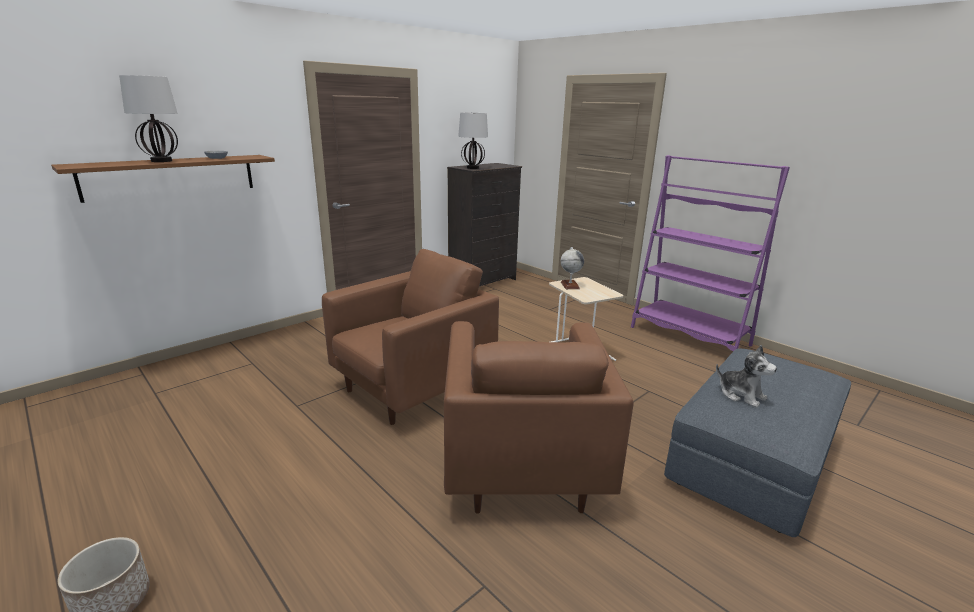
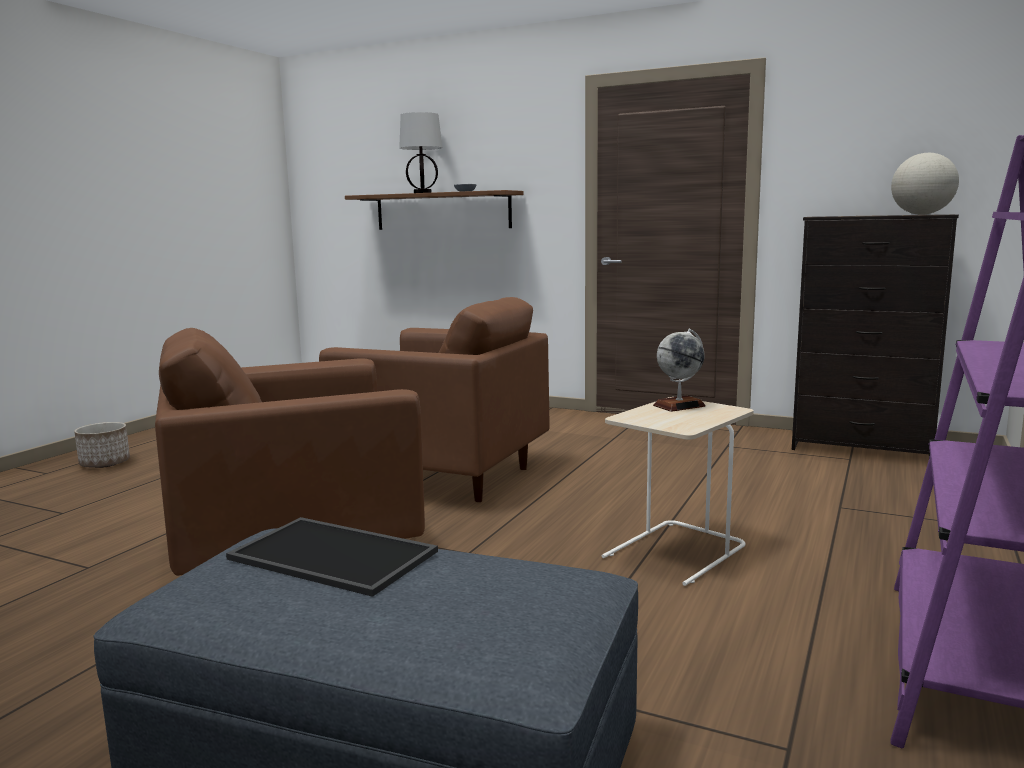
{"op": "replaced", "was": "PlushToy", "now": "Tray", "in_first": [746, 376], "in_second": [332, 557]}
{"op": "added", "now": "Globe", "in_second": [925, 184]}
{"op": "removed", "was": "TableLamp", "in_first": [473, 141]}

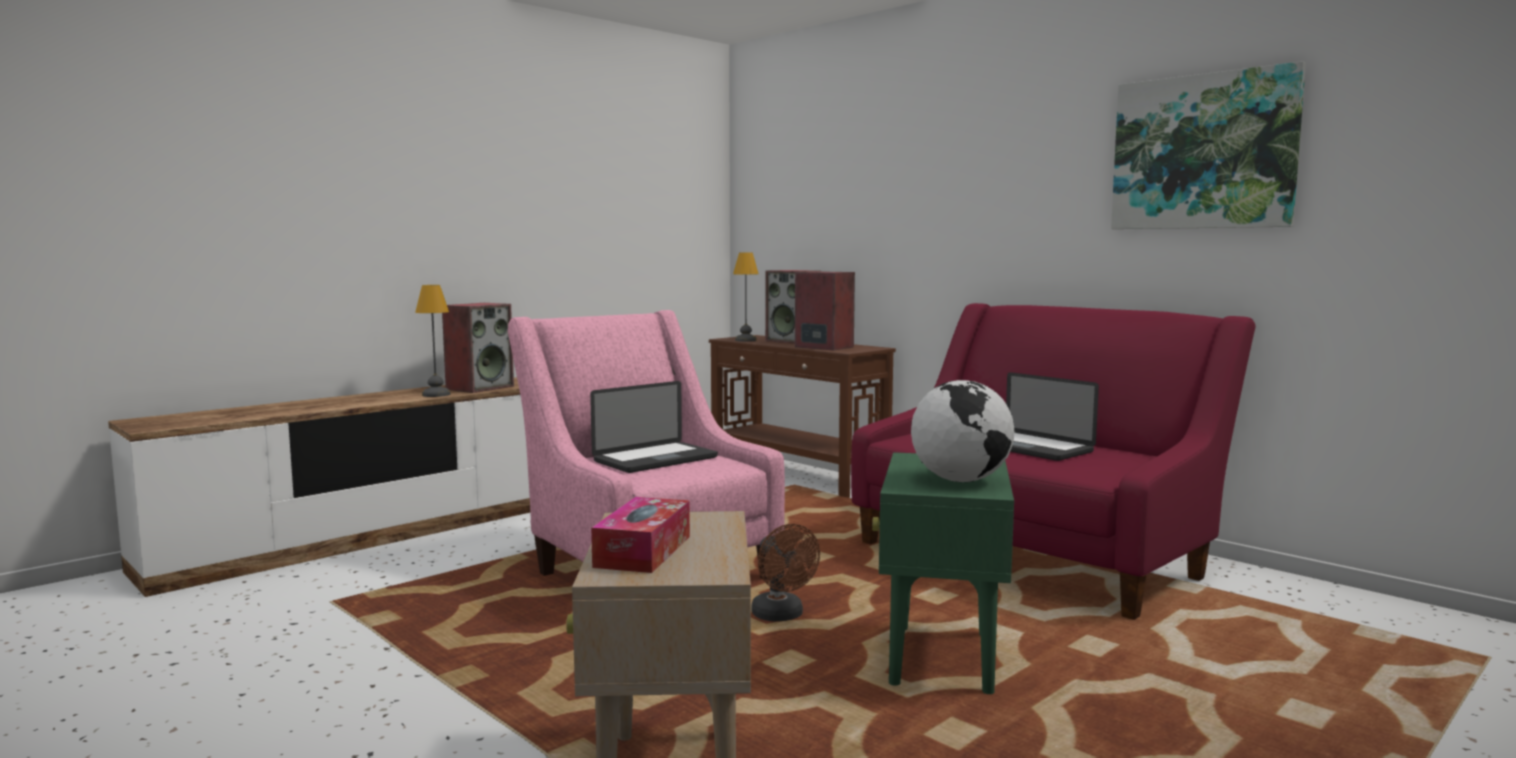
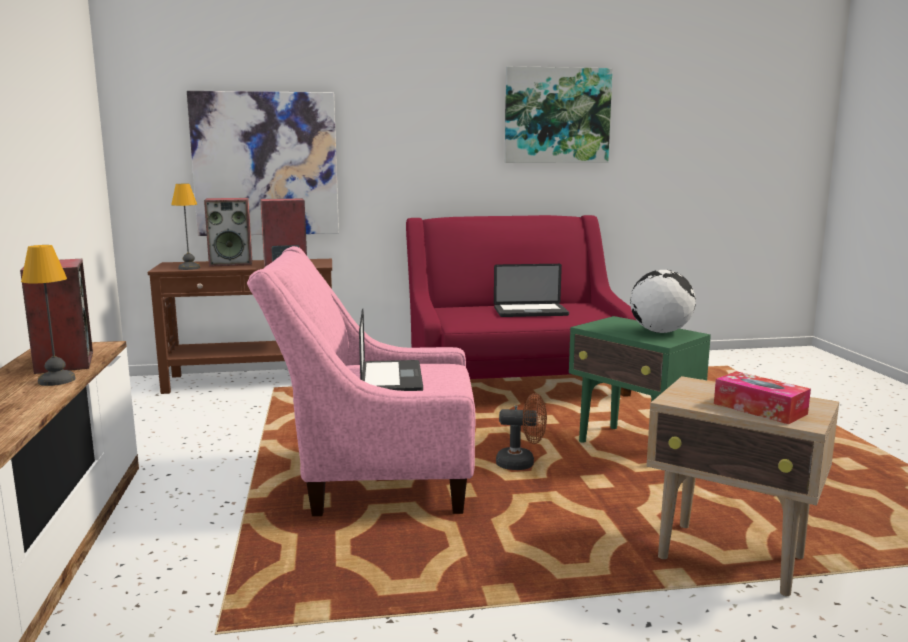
{"op": "added", "now": "Picture", "in_second": [263, 163]}

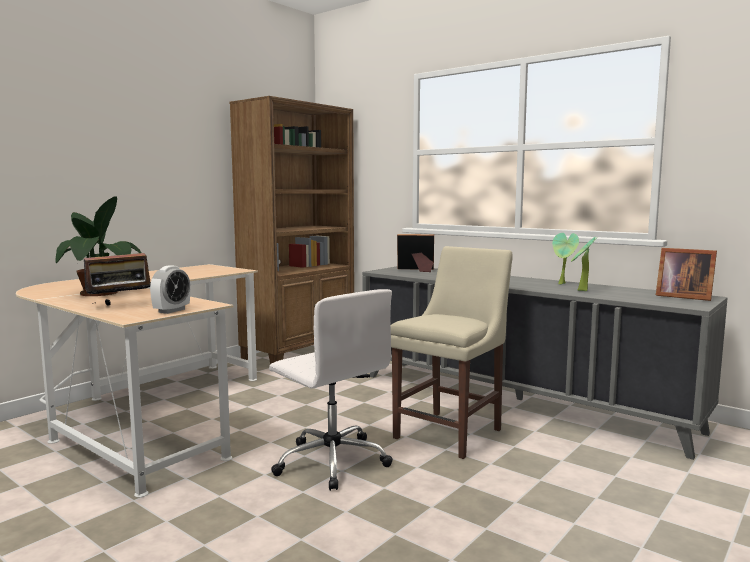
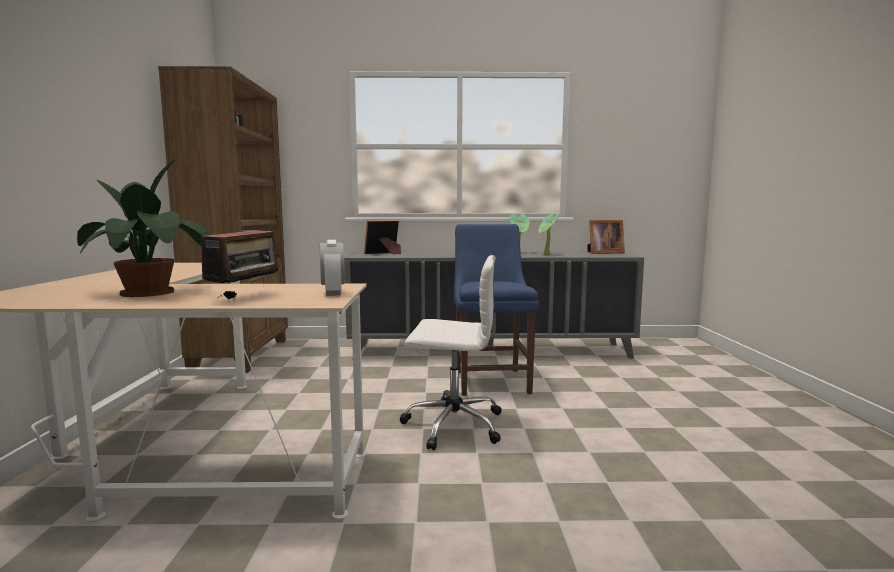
{"op": "recoloured", "was": "BeigeChair", "now": "BlueChair", "in_first": [452, 352], "in_second": [496, 310]}

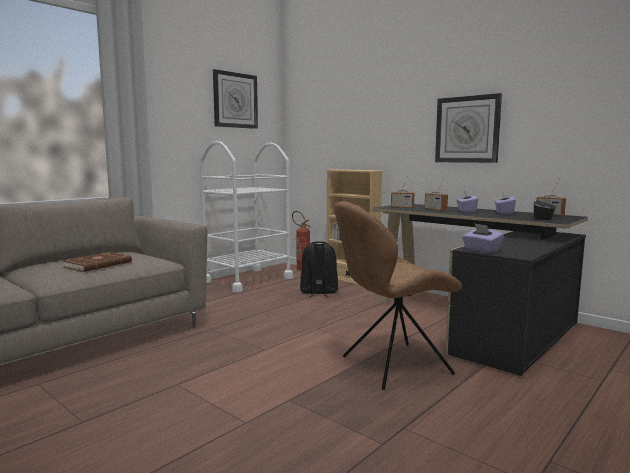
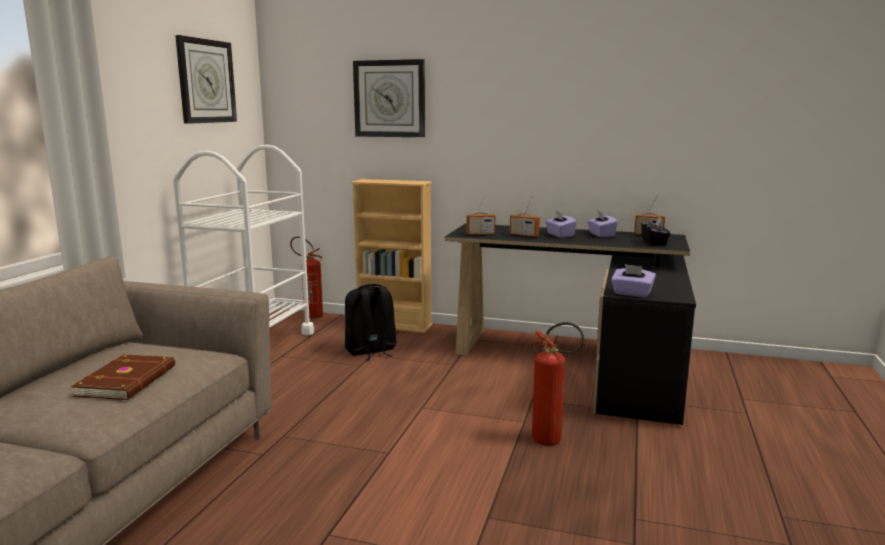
{"op": "moved", "was": "WallClock", "in_first": [468, 128], "in_second": [389, 98]}
{"op": "replaced", "was": "BrownChair", "now": "FireExtinguisher", "in_first": [398, 295], "in_second": [558, 384]}

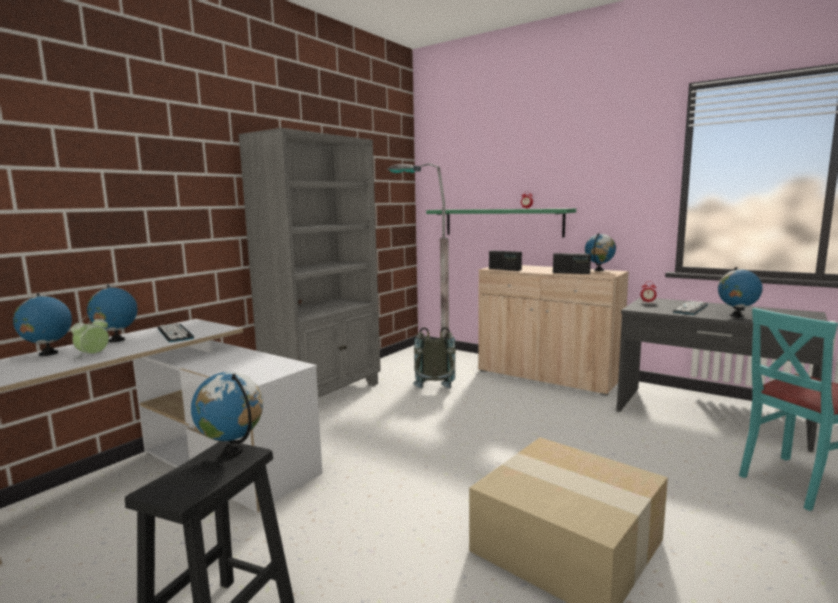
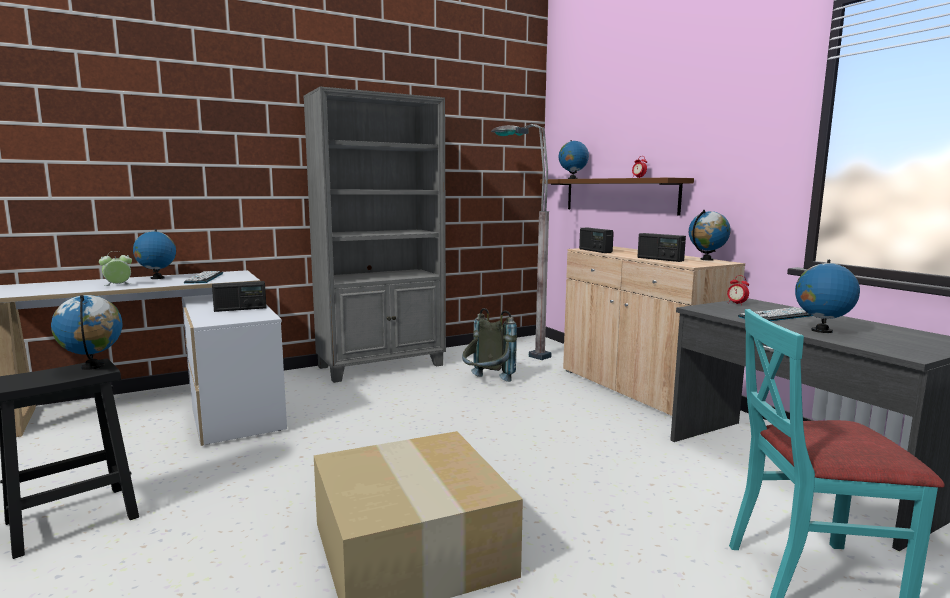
{"op": "added", "now": "Radio", "in_second": [239, 296]}
{"op": "recoloured", "was": "GreenShelf", "now": "BrownShelf", "in_first": [501, 222], "in_second": [617, 197]}
{"op": "moved", "was": "Globe", "in_first": [42, 324], "in_second": [574, 159]}

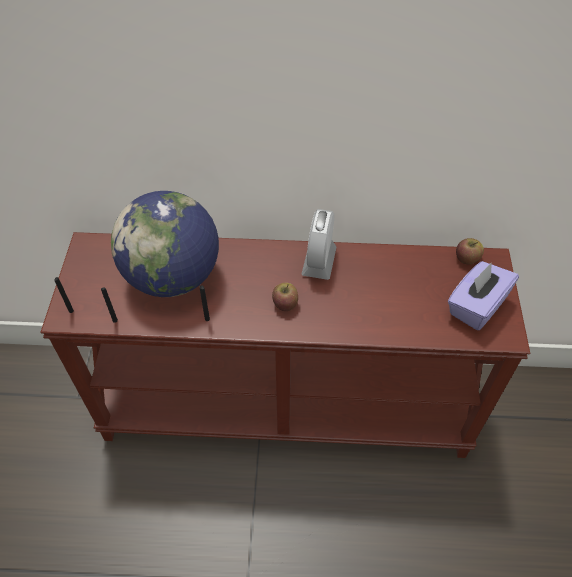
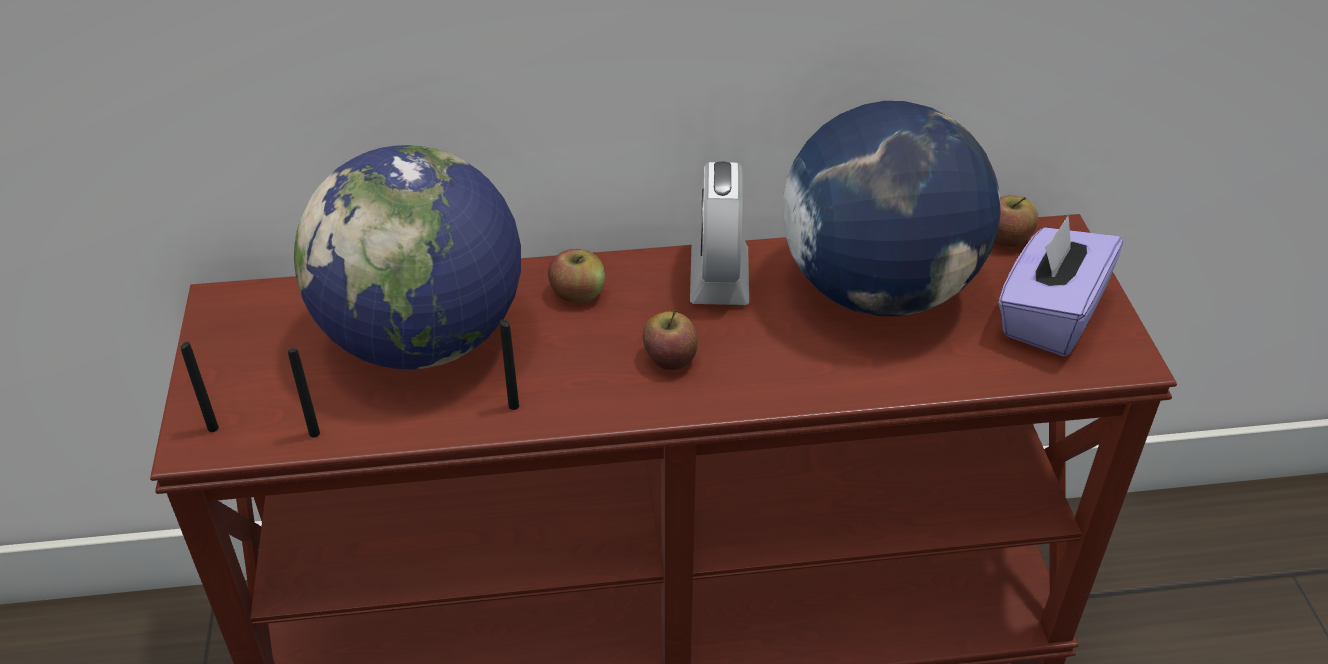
{"op": "added", "now": "Apple", "in_second": [576, 276]}
{"op": "added", "now": "Globe", "in_second": [891, 208]}

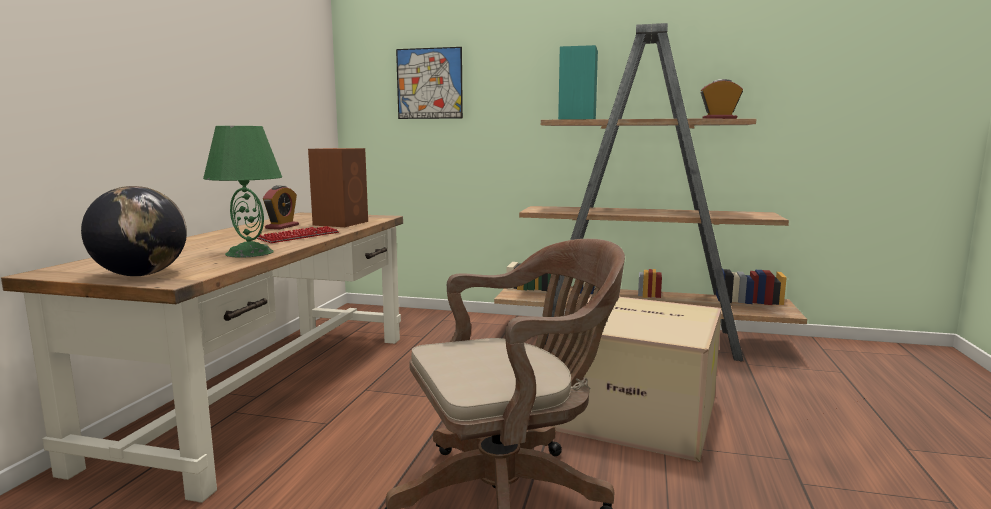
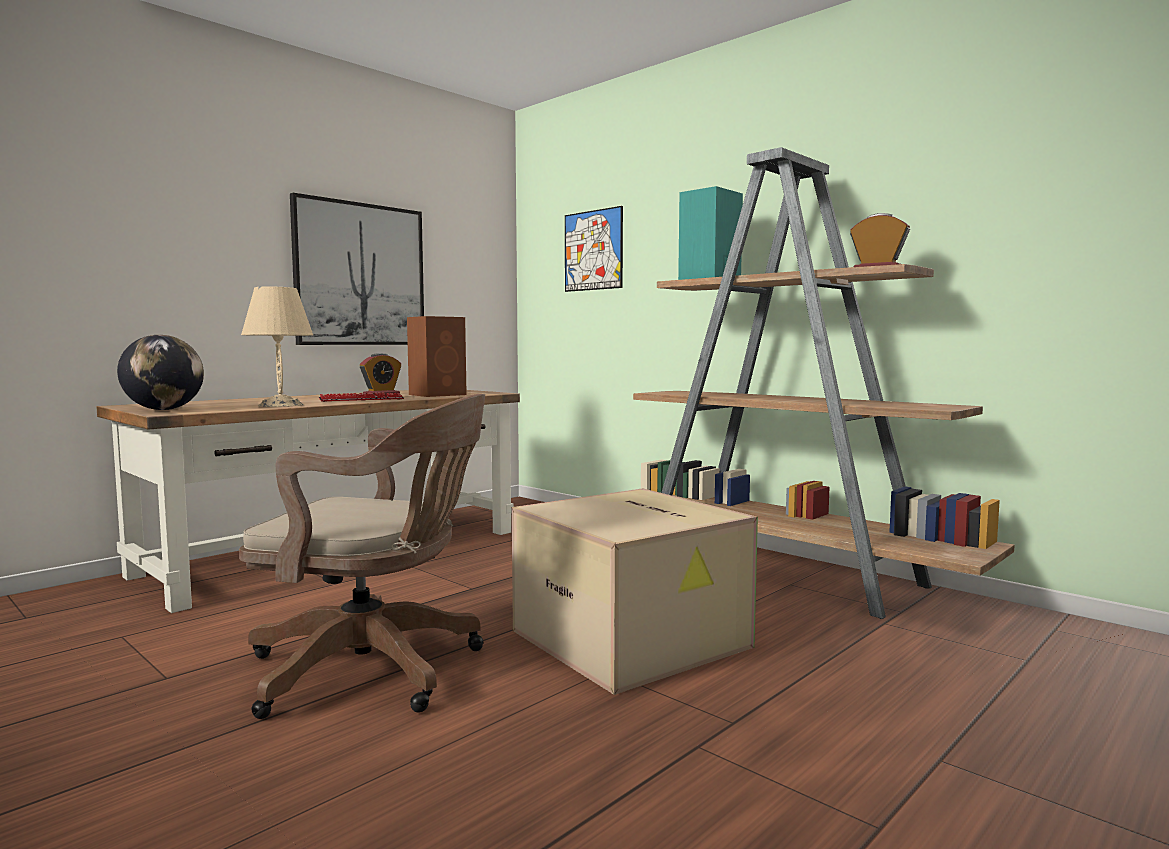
{"op": "recoloured", "was": "GreenTableLamp", "now": "BeigeTableLamp", "in_first": [242, 192], "in_second": [277, 347]}
{"op": "added", "now": "Picture", "in_second": [357, 269]}

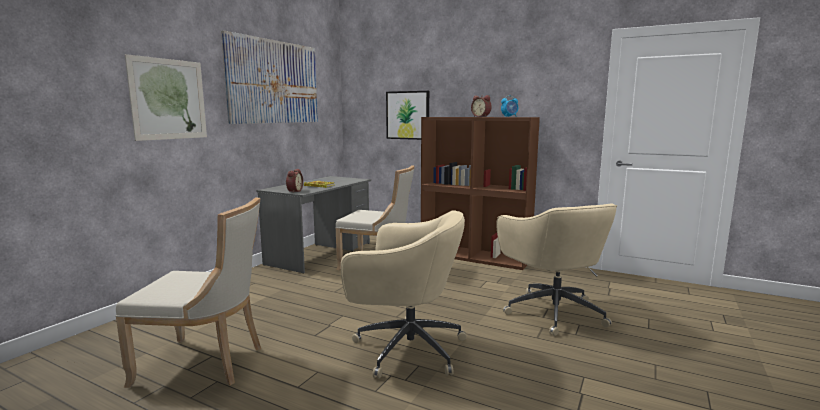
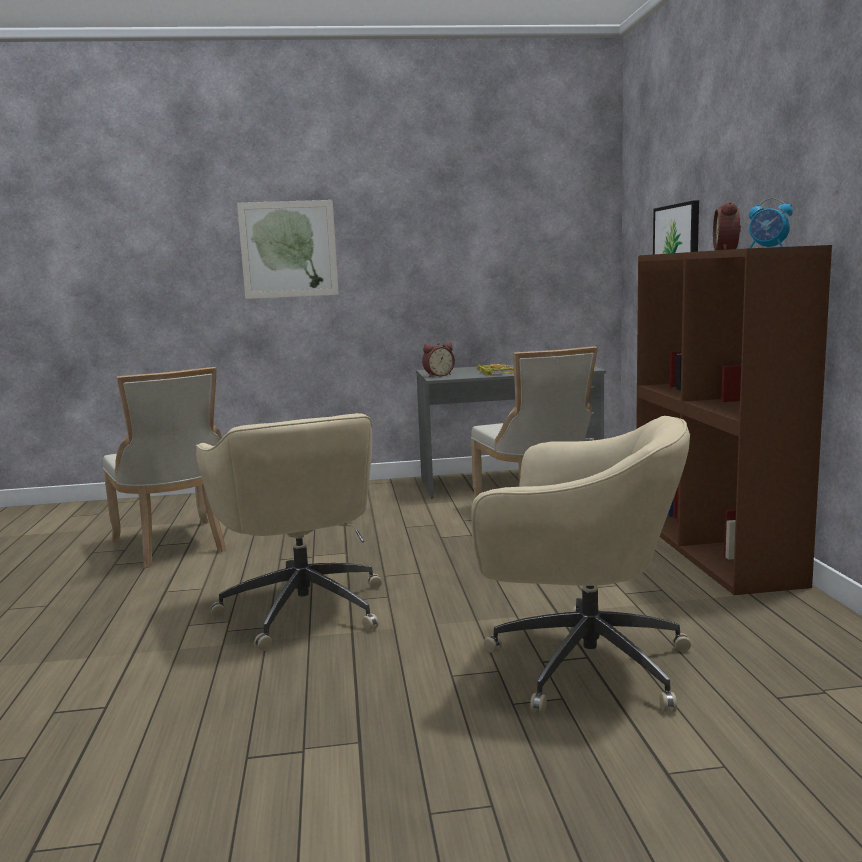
{"op": "turned", "was": "BeigeOfficeChair", "in_first": [556, 269], "in_second": [581, 565], "clockwise": -105}
{"op": "removed", "was": "Picture", "in_first": [269, 77]}

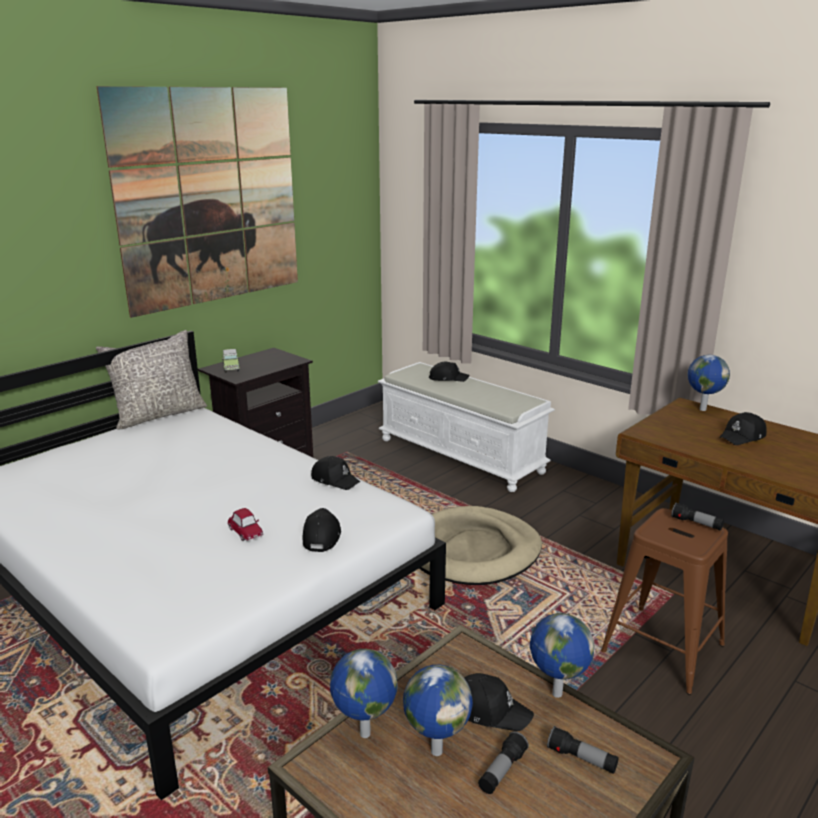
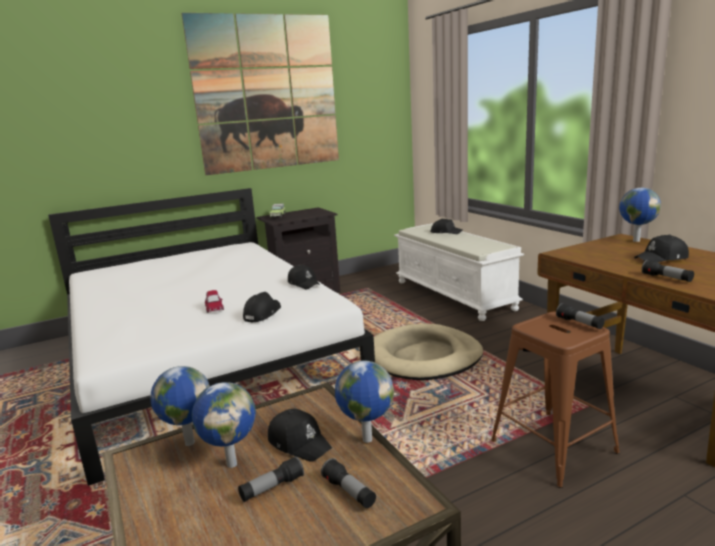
{"op": "added", "now": "Flashlight", "in_second": [668, 271]}
{"op": "removed", "was": "GreyPillow", "in_first": [151, 379]}

